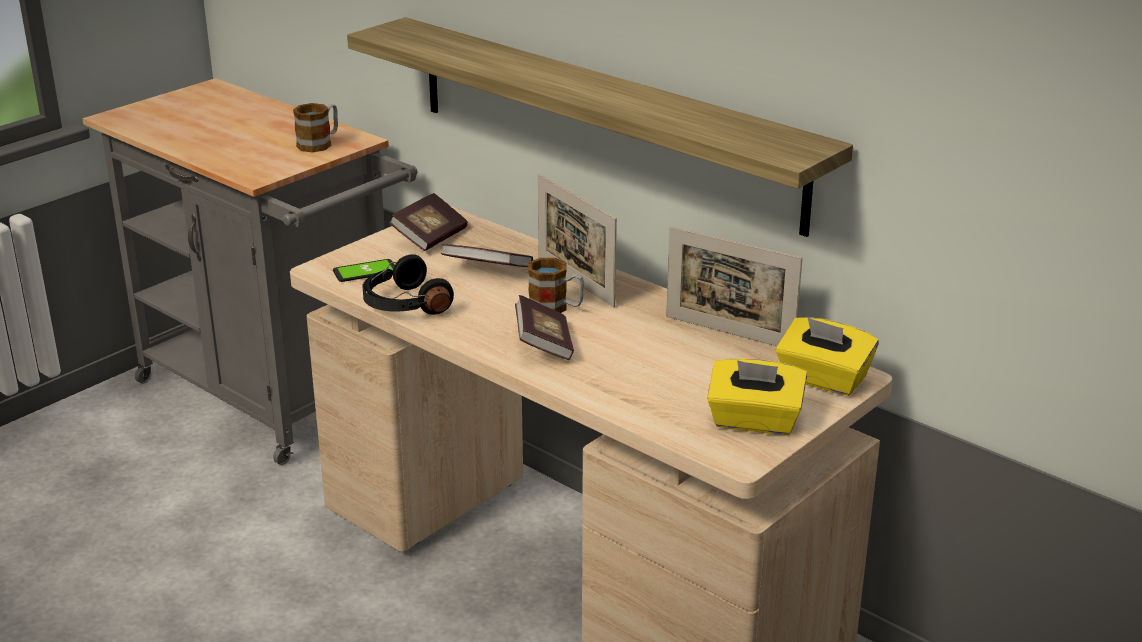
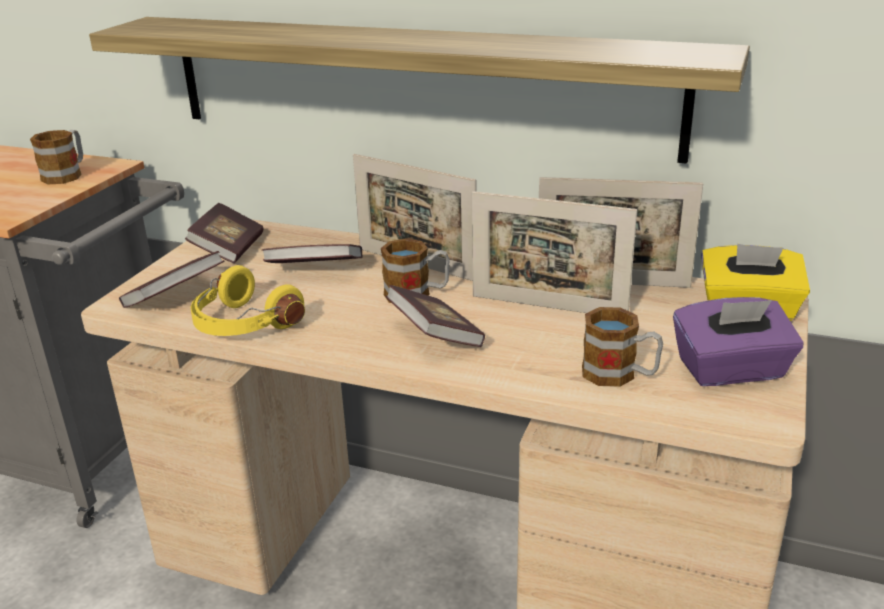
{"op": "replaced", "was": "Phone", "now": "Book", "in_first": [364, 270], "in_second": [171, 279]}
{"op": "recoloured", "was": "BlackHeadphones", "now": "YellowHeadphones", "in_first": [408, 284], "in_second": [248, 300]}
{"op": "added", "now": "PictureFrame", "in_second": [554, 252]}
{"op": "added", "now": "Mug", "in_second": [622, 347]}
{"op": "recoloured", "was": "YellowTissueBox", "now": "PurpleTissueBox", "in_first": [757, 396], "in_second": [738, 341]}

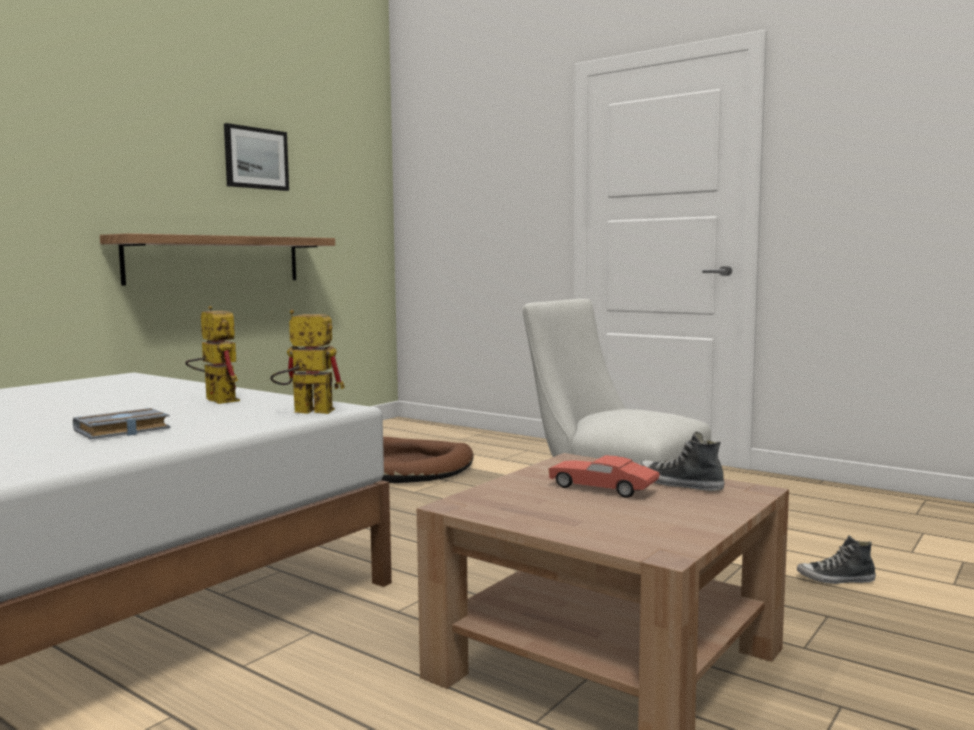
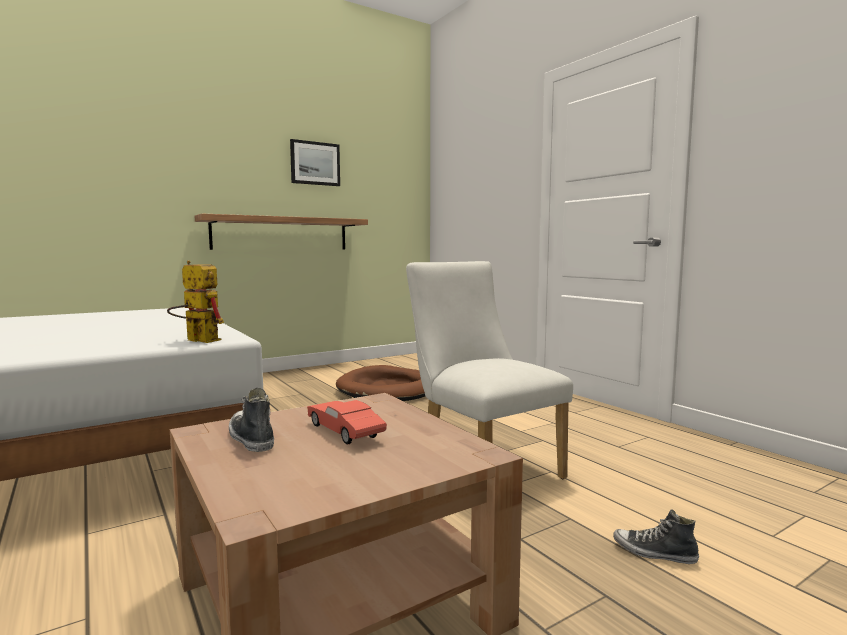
{"op": "moved", "was": "Shoe", "in_first": [681, 461], "in_second": [251, 420]}
{"op": "removed", "was": "GreyBook", "in_first": [122, 423]}
{"op": "removed", "was": "ToyRobot", "in_first": [212, 355]}

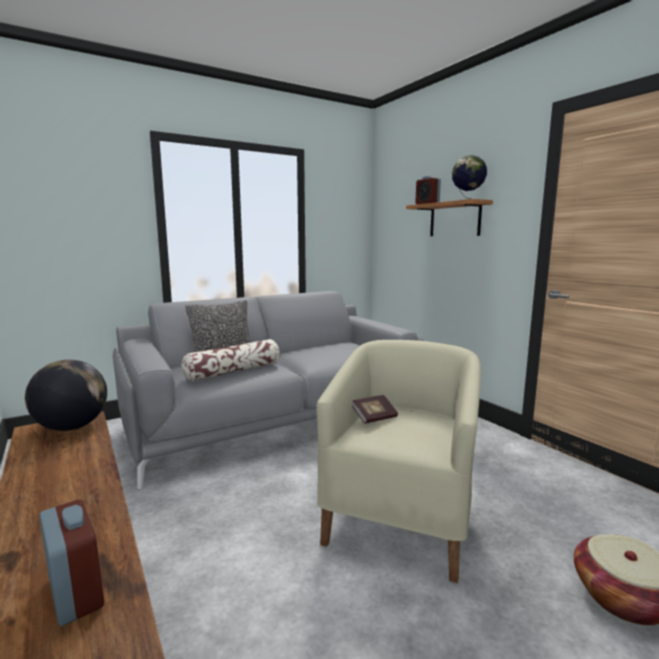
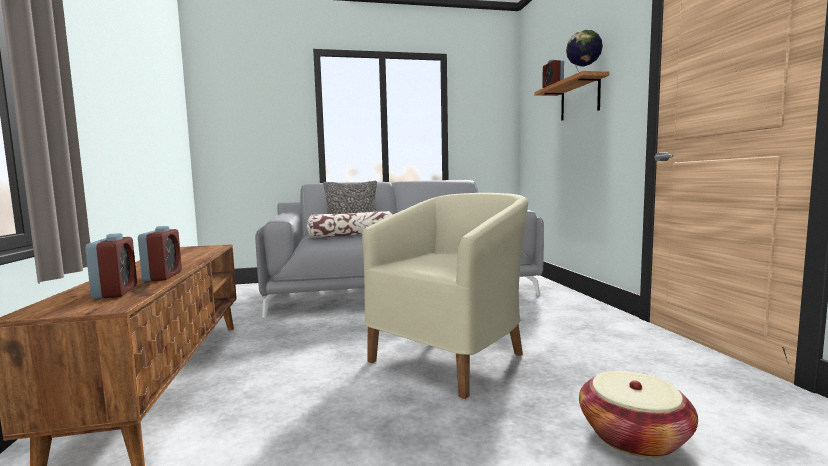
{"op": "added", "now": "AlarmClock", "in_second": [160, 253]}
{"op": "removed", "was": "Globe", "in_first": [66, 395]}
{"op": "removed", "was": "Book", "in_first": [375, 409]}

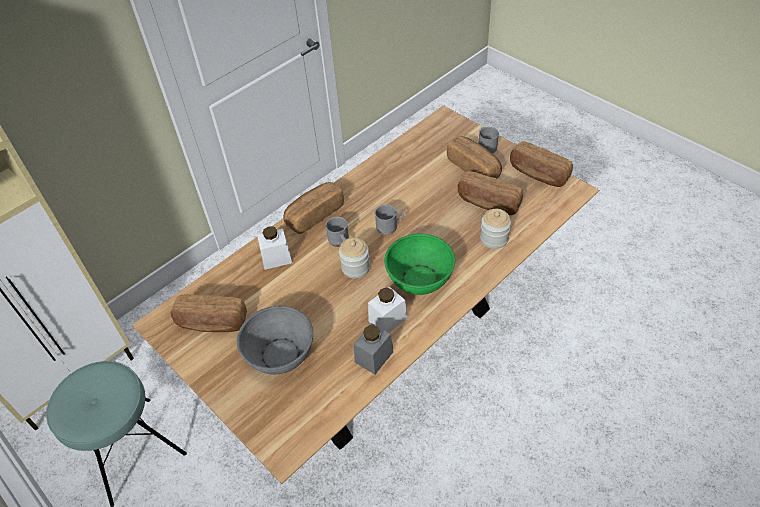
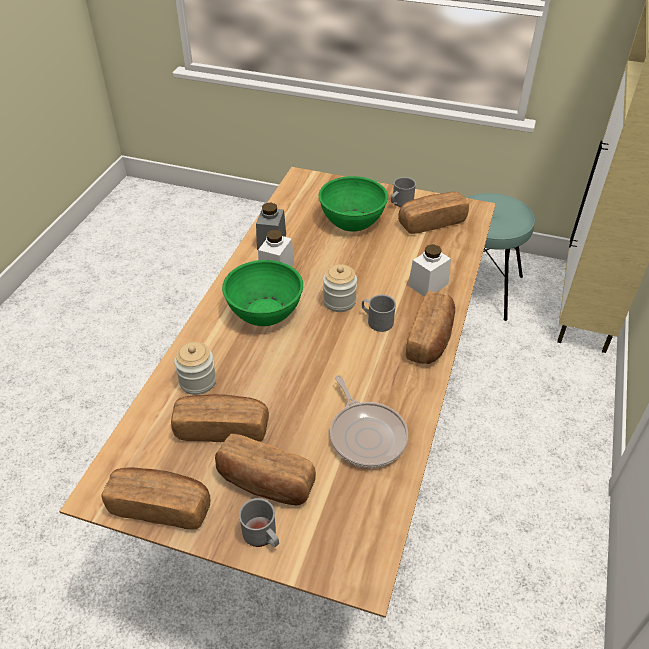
{"op": "recoloured", "was": "GreyBowl", "now": "GreenBowl", "in_first": [275, 340], "in_second": [353, 204]}
{"op": "added", "now": "FryingPan", "in_second": [369, 421]}
{"op": "moved", "was": "GreyMug", "in_first": [389, 219], "in_second": [403, 192]}

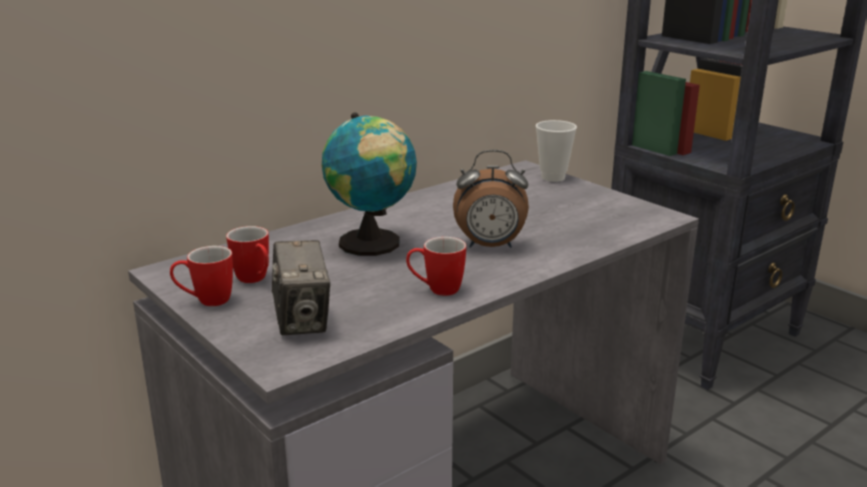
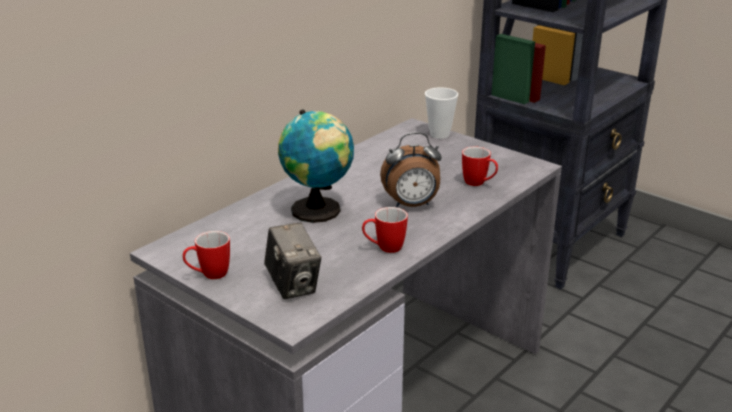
{"op": "moved", "was": "Mug", "in_first": [247, 254], "in_second": [480, 166]}

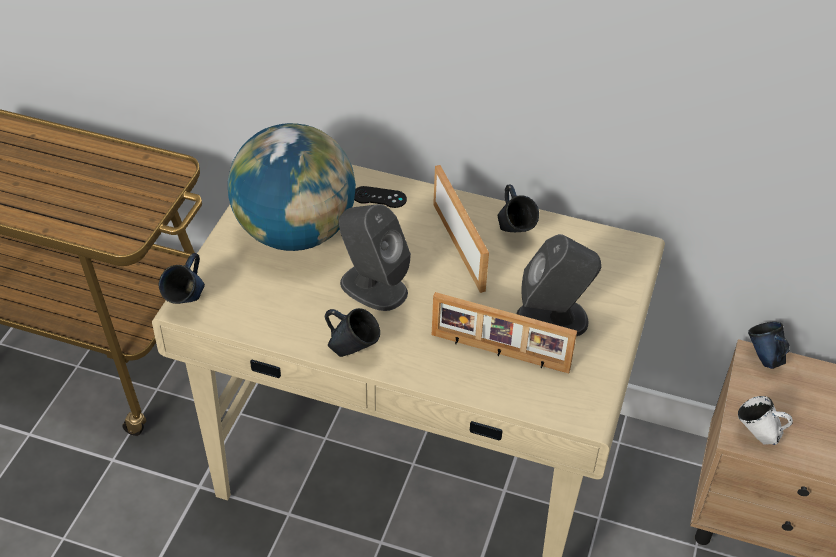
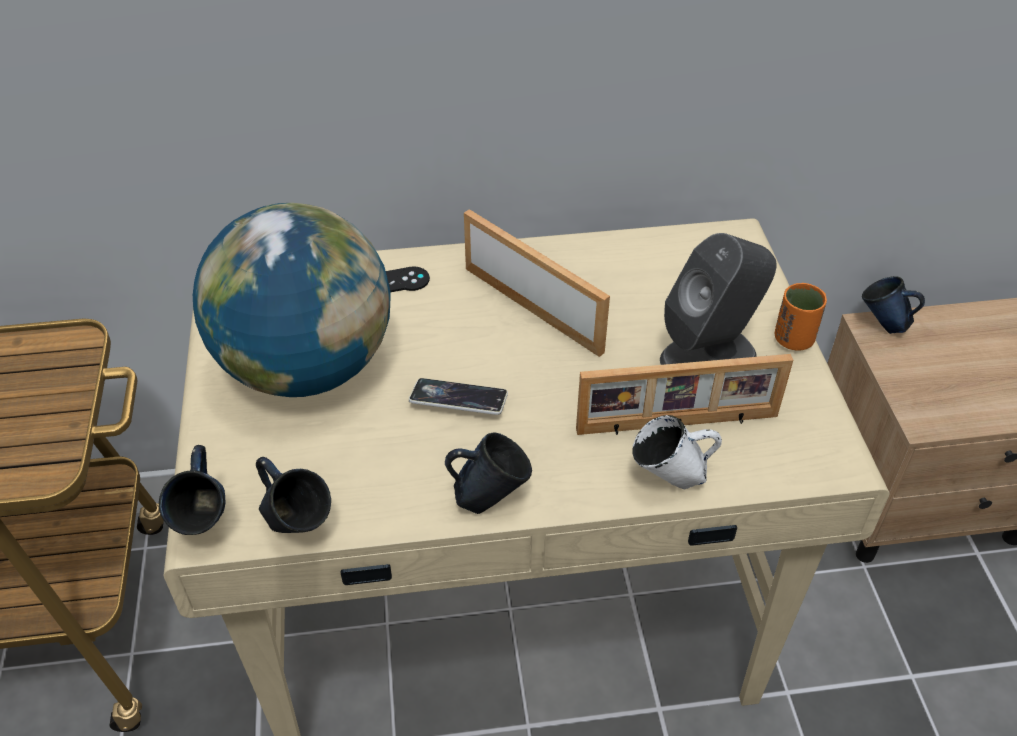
{"op": "moved", "was": "BlueMug", "in_first": [518, 208], "in_second": [293, 495]}
{"op": "replaced", "was": "GreySpeaker", "now": "Phone", "in_first": [375, 257], "in_second": [458, 396]}
{"op": "moved", "was": "WhiteMug", "in_first": [765, 420], "in_second": [677, 452]}
{"op": "added", "now": "OrangeCup", "in_second": [801, 316]}

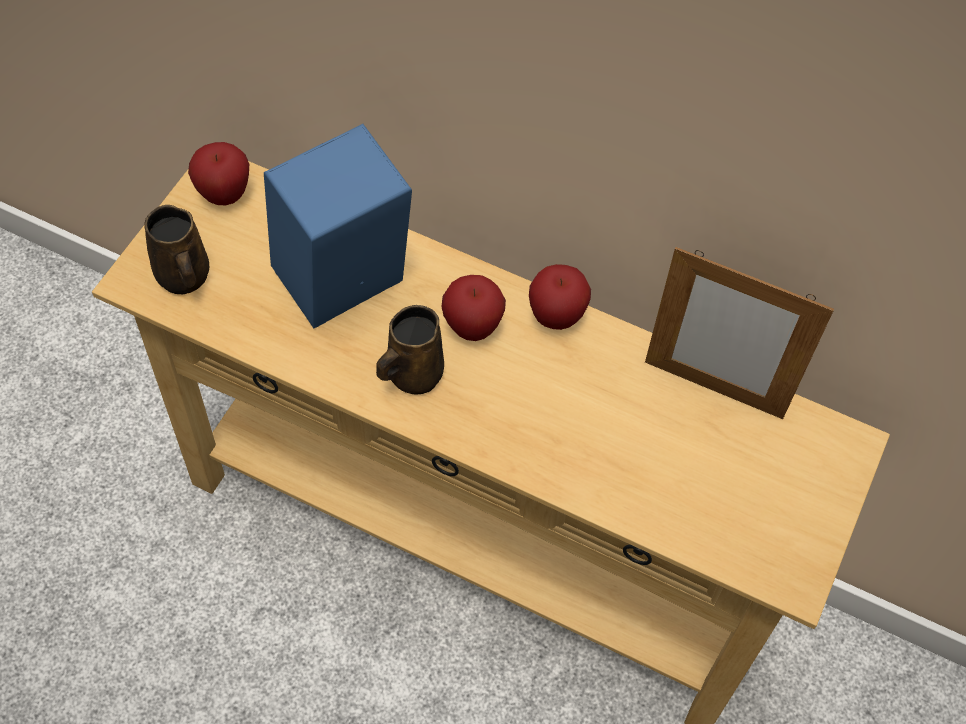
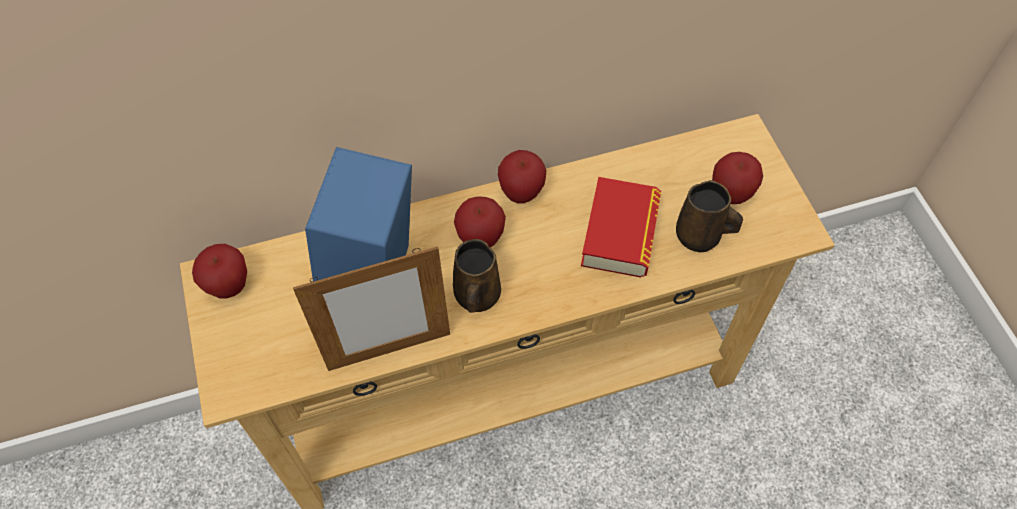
{"op": "moved", "was": "PictureFrame", "in_first": [739, 333], "in_second": [371, 308]}
{"op": "added", "now": "Book", "in_second": [621, 227]}
{"op": "moved", "was": "BrownMug", "in_first": [176, 249], "in_second": [709, 216]}
{"op": "added", "now": "Apple", "in_second": [737, 178]}

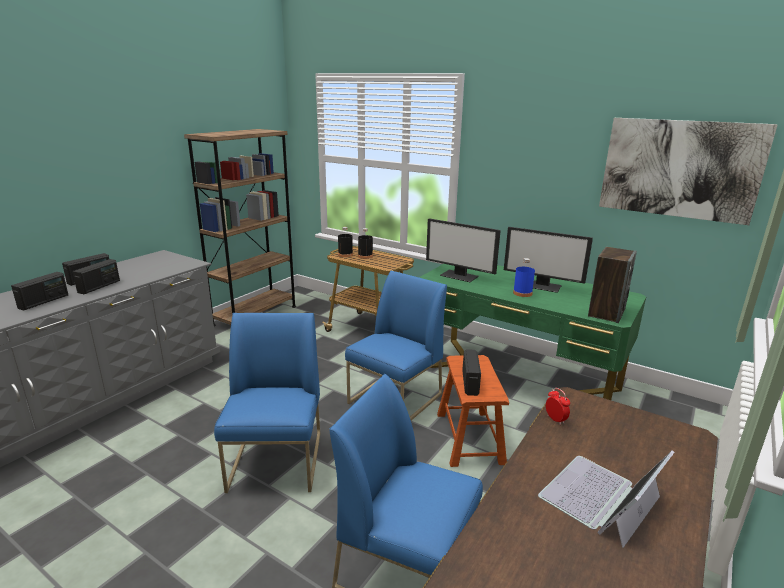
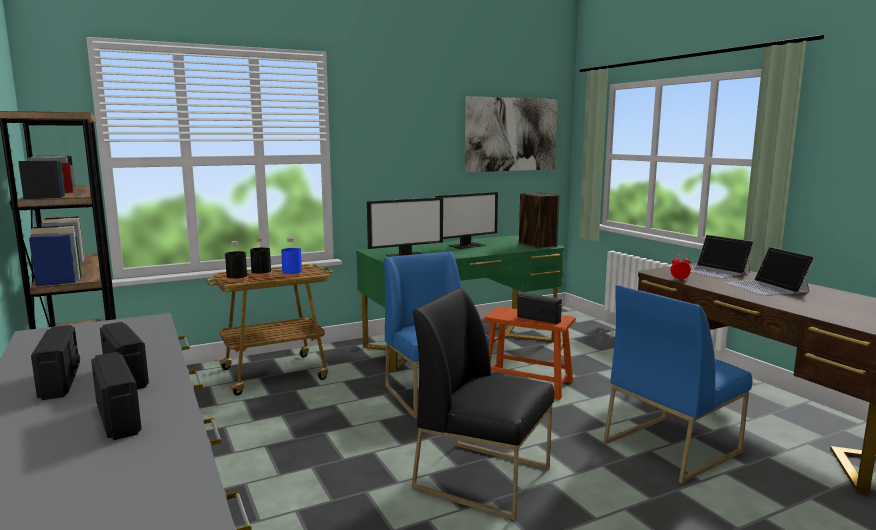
{"op": "moved", "was": "BlueBottle", "in_first": [524, 277], "in_second": [292, 258]}
{"op": "recoloured", "was": "BlueChair", "now": "BlackChair", "in_first": [267, 403], "in_second": [482, 404]}
{"op": "added", "now": "Laptop", "in_second": [722, 257]}

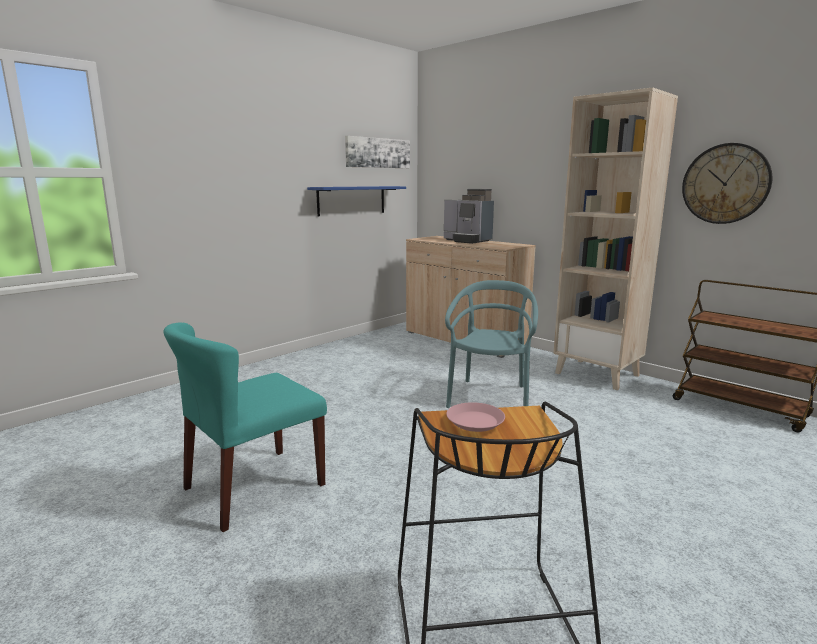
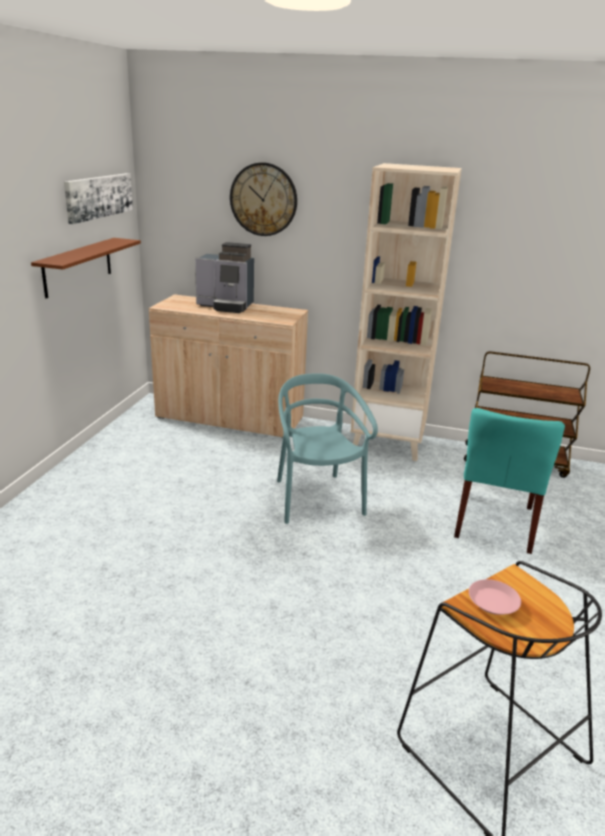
{"op": "recoloured", "was": "BlueShelf", "now": "BrownShelf", "in_first": [356, 201], "in_second": [86, 268]}
{"op": "moved", "was": "WallClock", "in_first": [727, 183], "in_second": [263, 199]}
{"op": "moved", "was": "TurquoiseChair", "in_first": [245, 427], "in_second": [509, 481]}

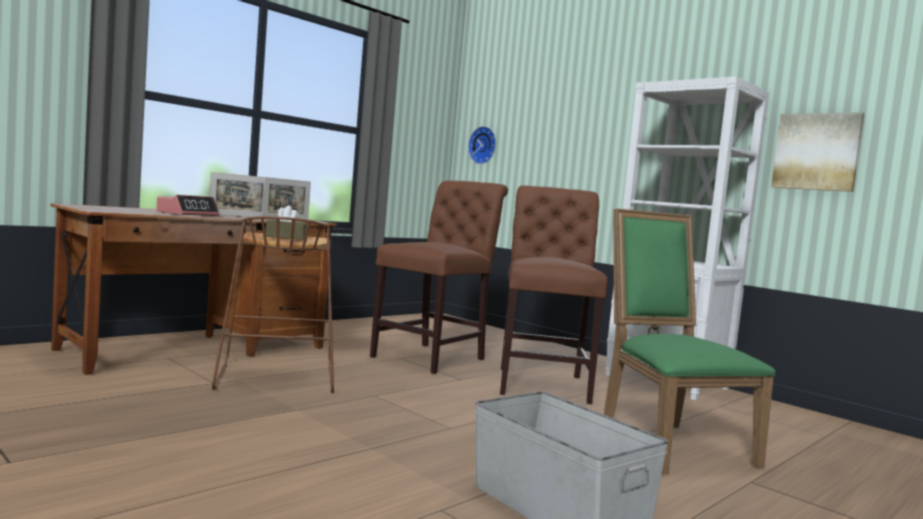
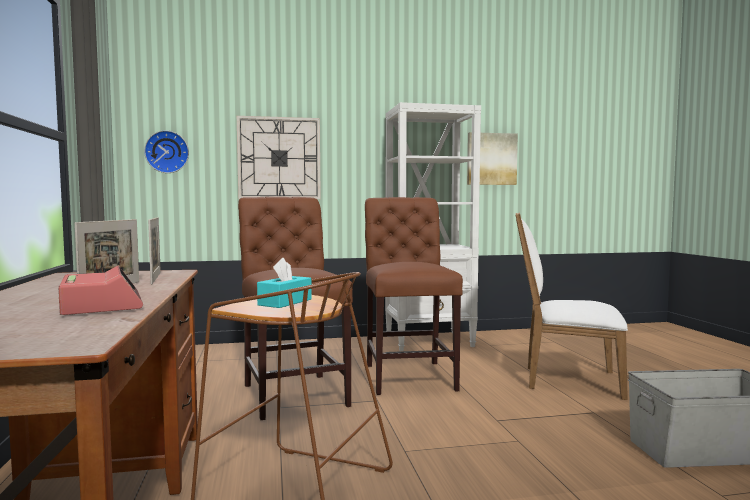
{"op": "added", "now": "WallClock", "in_second": [279, 157]}
{"op": "recoloured", "was": "BrownTissueBox", "now": "TurquoiseTissueBox", "in_first": [286, 223], "in_second": [284, 283]}
{"op": "turned", "was": "BrownChair", "in_first": [554, 294], "in_second": [414, 296], "clockwise": 45}
{"op": "recoloured", "was": "GreenChair", "now": "WhiteChair", "in_first": [690, 341], "in_second": [571, 306]}

